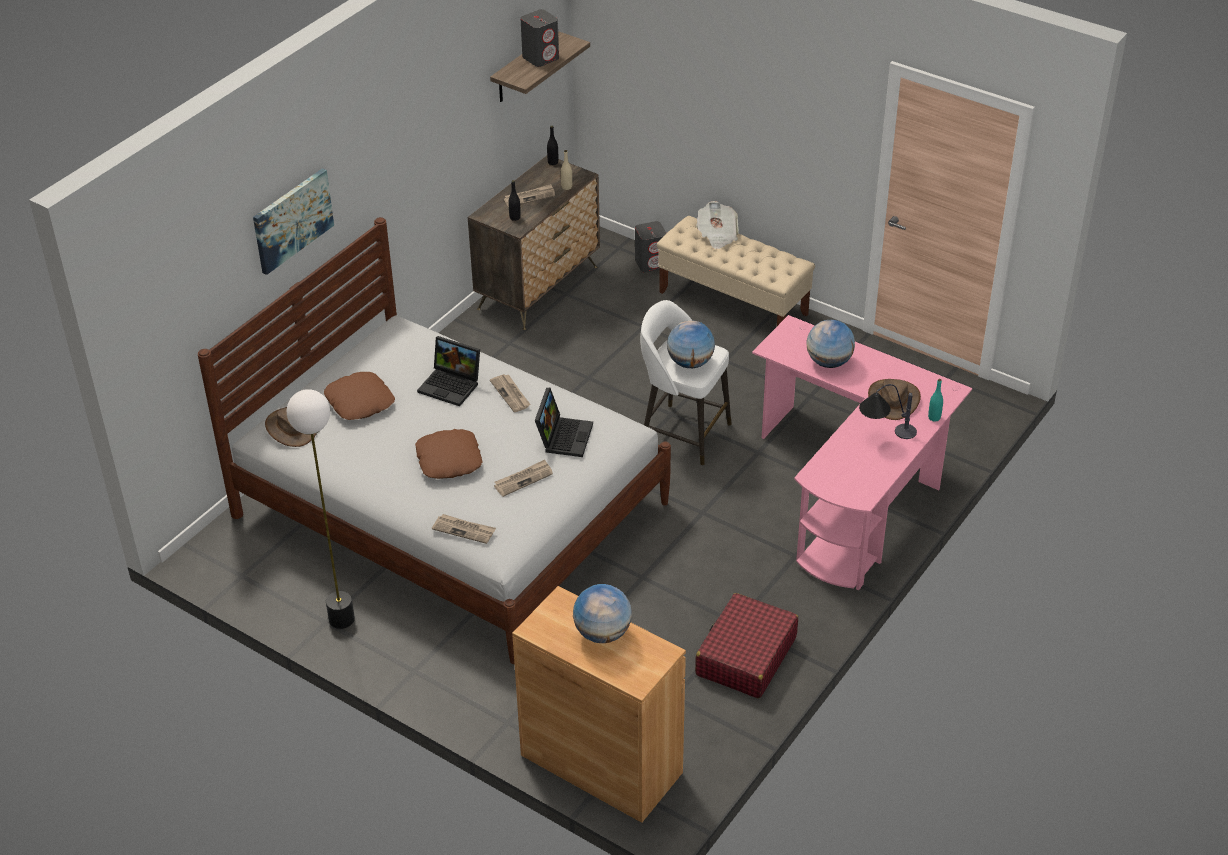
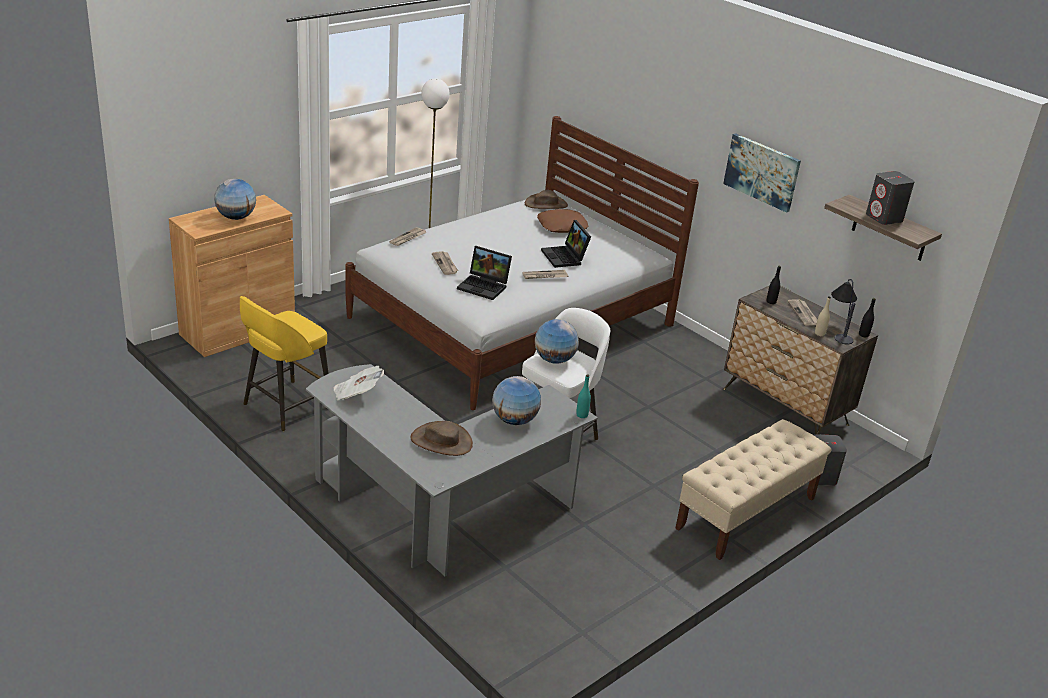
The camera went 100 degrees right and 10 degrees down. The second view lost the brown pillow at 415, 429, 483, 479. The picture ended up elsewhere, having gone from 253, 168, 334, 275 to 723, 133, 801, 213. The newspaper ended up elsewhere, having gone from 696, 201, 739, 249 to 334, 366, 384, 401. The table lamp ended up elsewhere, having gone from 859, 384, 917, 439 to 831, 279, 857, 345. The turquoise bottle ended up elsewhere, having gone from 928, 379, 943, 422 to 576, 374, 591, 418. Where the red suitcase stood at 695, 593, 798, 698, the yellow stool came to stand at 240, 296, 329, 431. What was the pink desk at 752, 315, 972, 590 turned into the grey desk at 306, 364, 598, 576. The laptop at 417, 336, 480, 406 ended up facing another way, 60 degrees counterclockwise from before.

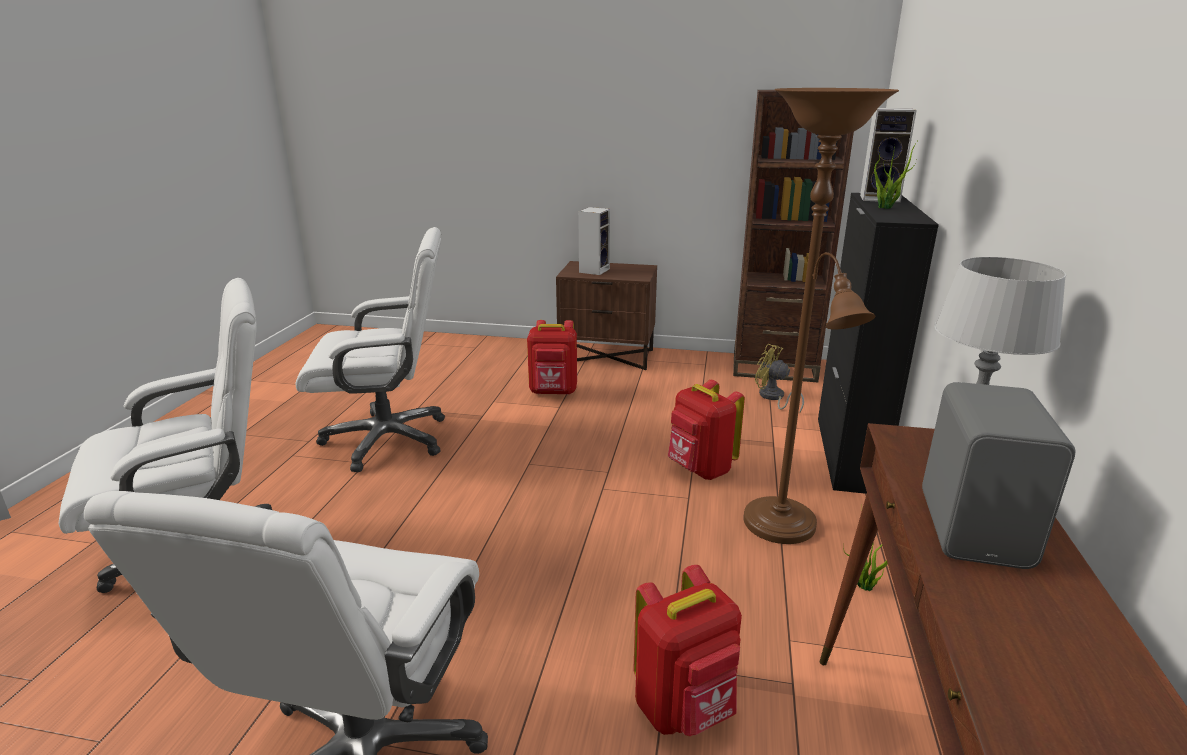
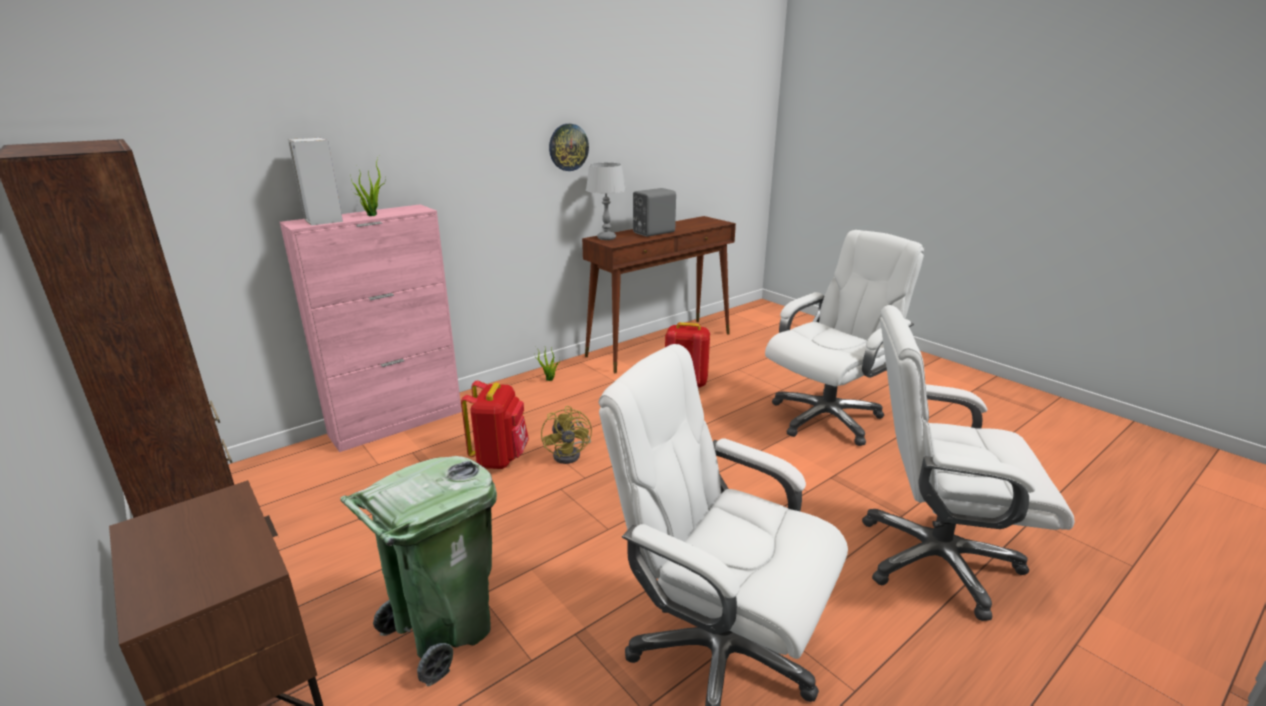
The camera went 140 degrees left and 0 degrees up. The second view lost the speaker at 578, 207, 610, 275. The second view lost the brown floor lamp at 744, 88, 899, 544. The second view gained the wall clock at 549, 124, 589, 171. The yellow fan ended up elsewhere, having gone from 755, 344, 804, 414 to 541, 406, 592, 464. Where the red backpack stood at 527, 320, 577, 395, the green trash can came to stand at 340, 456, 497, 686. What was the black cabinet at 818, 193, 939, 494 turned into the pink cabinet at 280, 204, 462, 452.

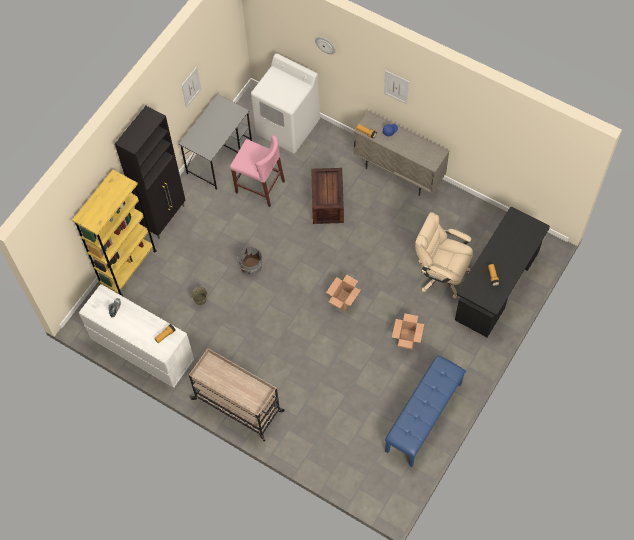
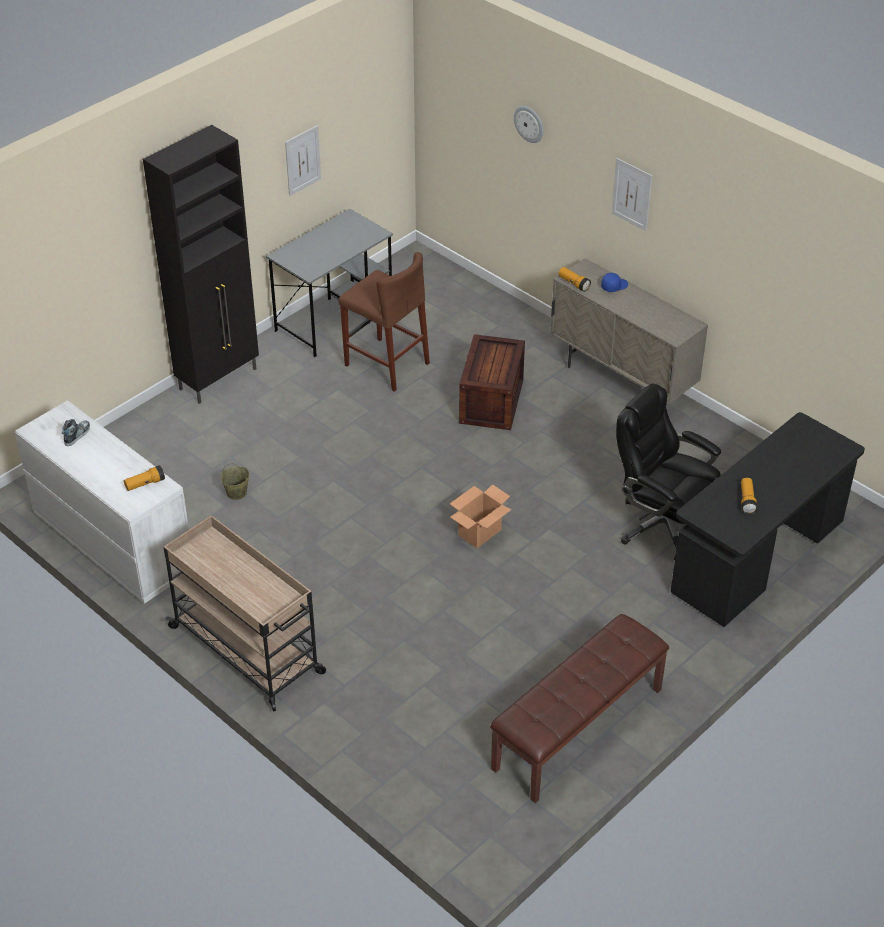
The camera went 10 degrees right and 20 degrees down. The second view lost the yellow bookcase at 72, 169, 157, 296. The second view lost the grey bucket at 236, 247, 262, 277. The second view lost the white washing machine at 251, 53, 320, 153. The second view lost the cardboard box at 392, 313, 424, 350. What was the pink stool at 230, 135, 285, 207 turned into the brown stool at 339, 252, 430, 392. What was the blue bench at 385, 355, 466, 467 turned into the brown bench at 490, 614, 669, 803. What was the beige office chair at 415, 212, 473, 299 turned into the black office chair at 616, 384, 721, 560.

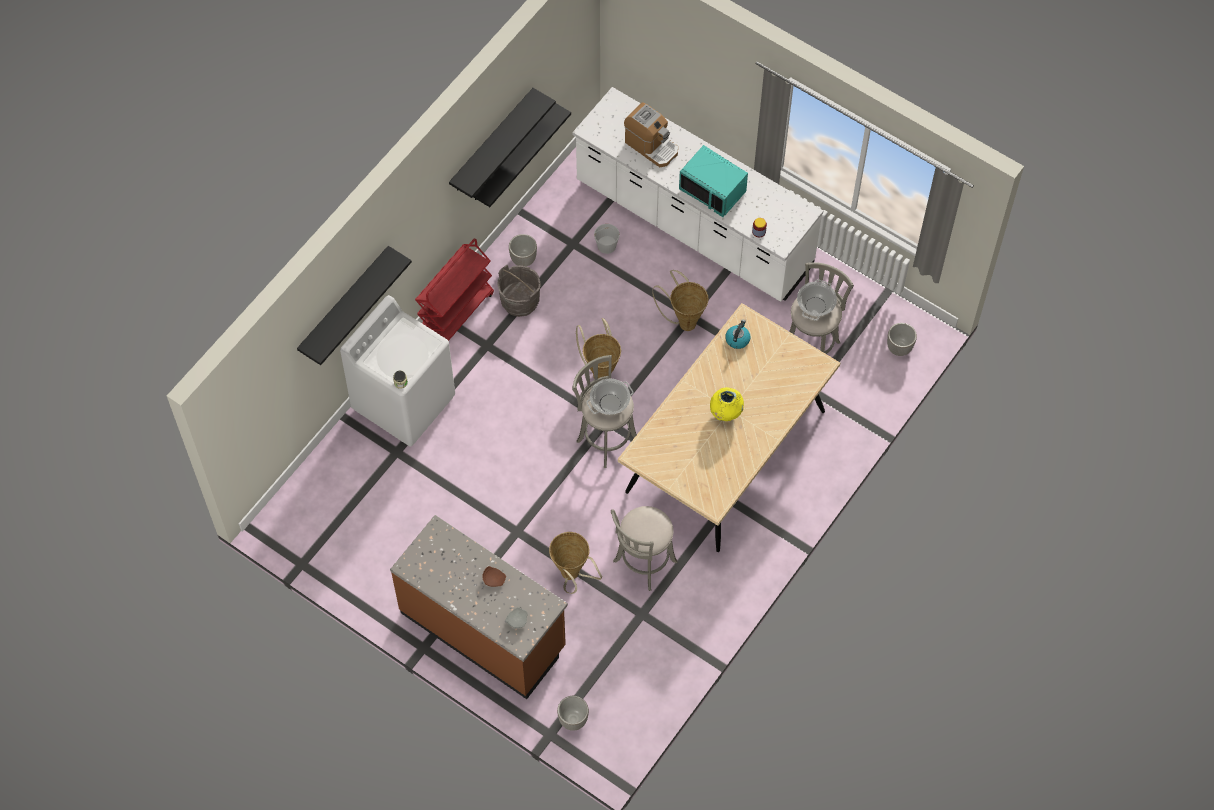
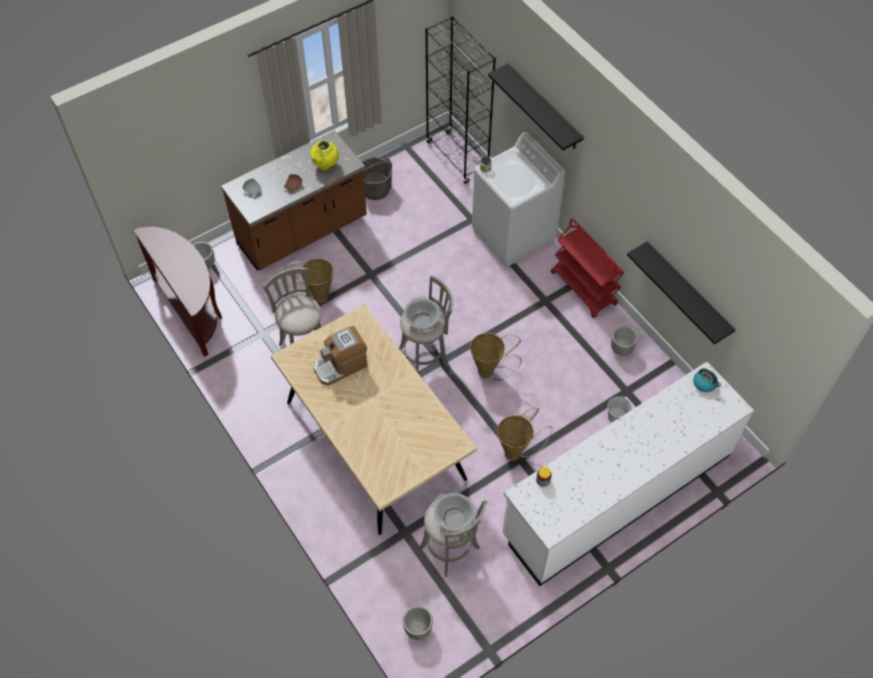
The camera went 110 degrees right and 5 degrees down. The second view lost the black shelf at 449, 88, 556, 198. The second view lost the turquoise microwave at 679, 145, 748, 217. The second view gained the brown console table at 133, 227, 222, 357. The second view gained the black bookcase at 425, 16, 496, 184. The grey bucket ended up elsewhere, having gone from 497, 265, 541, 317 to 362, 157, 392, 200. The coffee machine ended up elsewhere, having gone from 624, 102, 678, 167 to 314, 326, 368, 386. The yellow vase ended up elsewhere, having gone from 710, 387, 744, 421 to 310, 140, 339, 170. The kettle ended up elsewhere, having gone from 725, 320, 750, 349 to 693, 368, 721, 392.

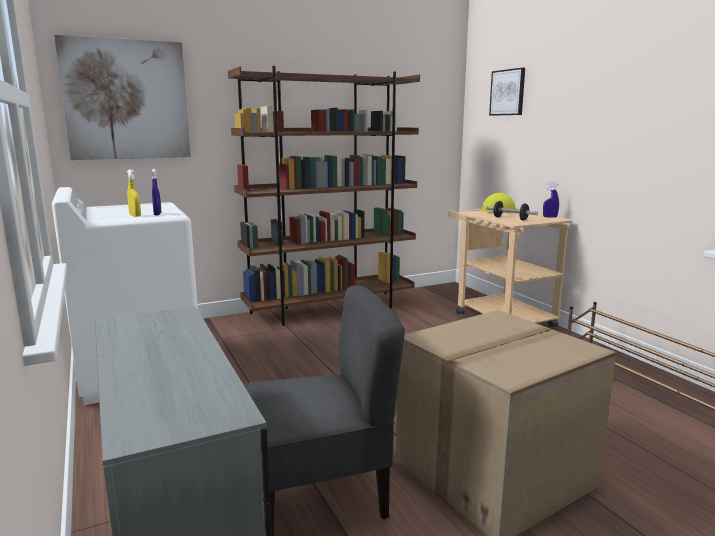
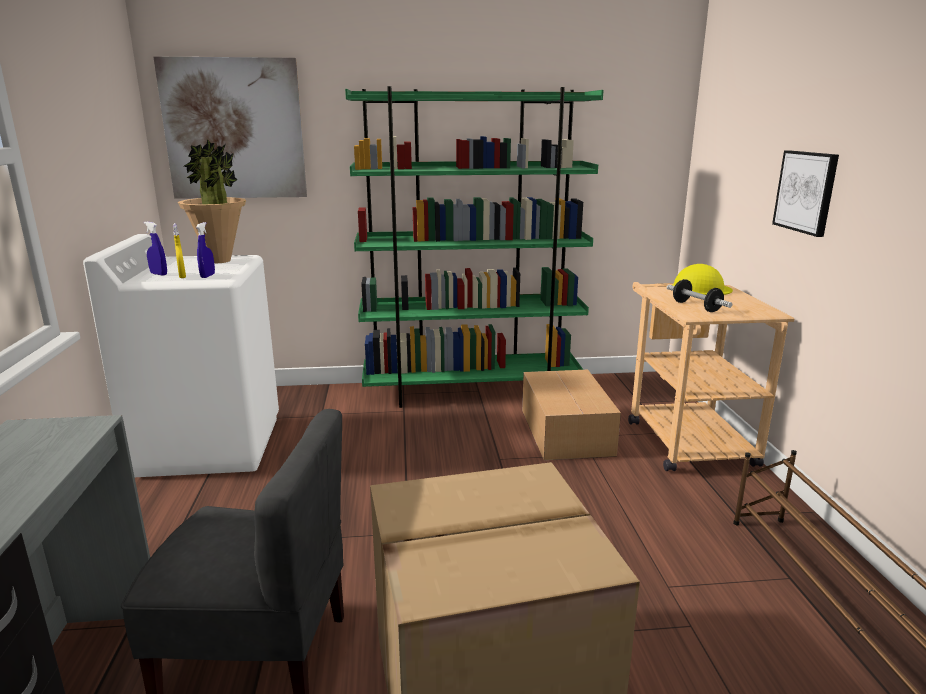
The camera went 20 degrees right and 5 degrees up. The second view gained the potted plant at 178, 139, 246, 263. The second view gained the cardboard box at 522, 370, 621, 460. The picture ended up elsewhere, having gone from 489, 68, 525, 116 to 772, 151, 839, 237. The blue spray bottle ended up elsewhere, having gone from 543, 183, 559, 218 to 144, 222, 167, 276. What was the brown bookcase at 228, 66, 420, 326 turned into the green bookcase at 345, 86, 604, 408.

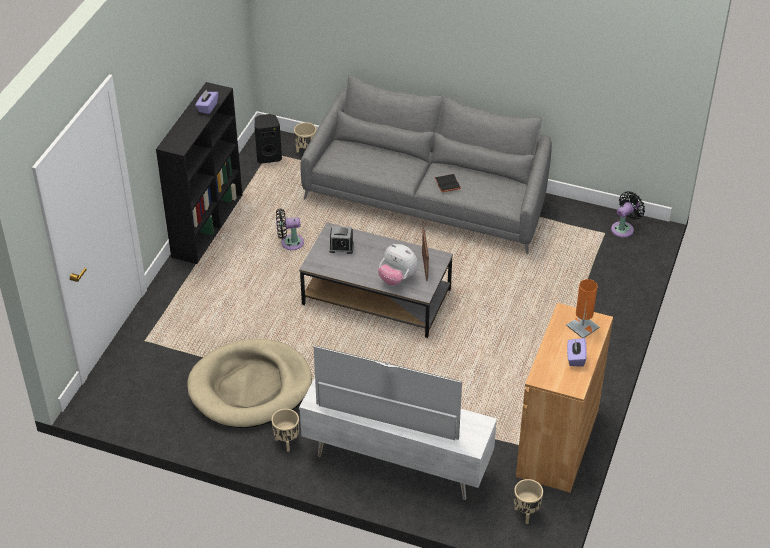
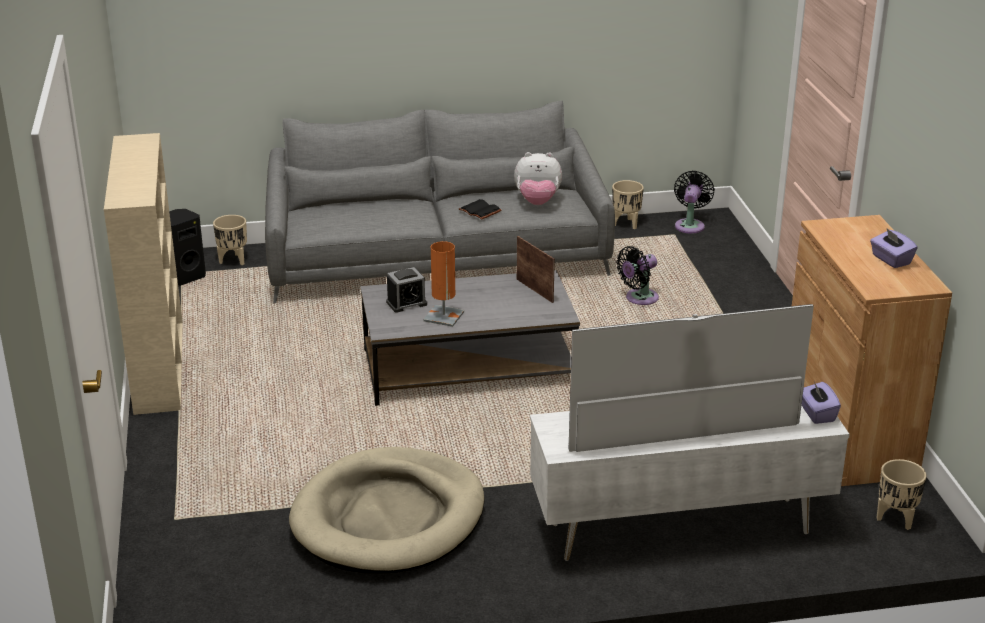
The camera went 30 degrees left and 15 degrees down. The purple tissue box ended up elsewhere, having gone from 195, 90, 218, 114 to 802, 382, 841, 424. The beige planter ended up elsewhere, having gone from 271, 409, 299, 452 to 612, 180, 644, 229. The black fan ended up elsewhere, having gone from 276, 209, 304, 250 to 616, 246, 659, 305. The plush toy ended up elsewhere, having gone from 378, 244, 418, 285 to 514, 152, 562, 205. The orange table lamp ended up elsewhere, having gone from 566, 279, 599, 338 to 424, 241, 464, 327. What was the black bookcase at 156, 82, 242, 264 turned into the beige bookcase at 104, 133, 183, 415.

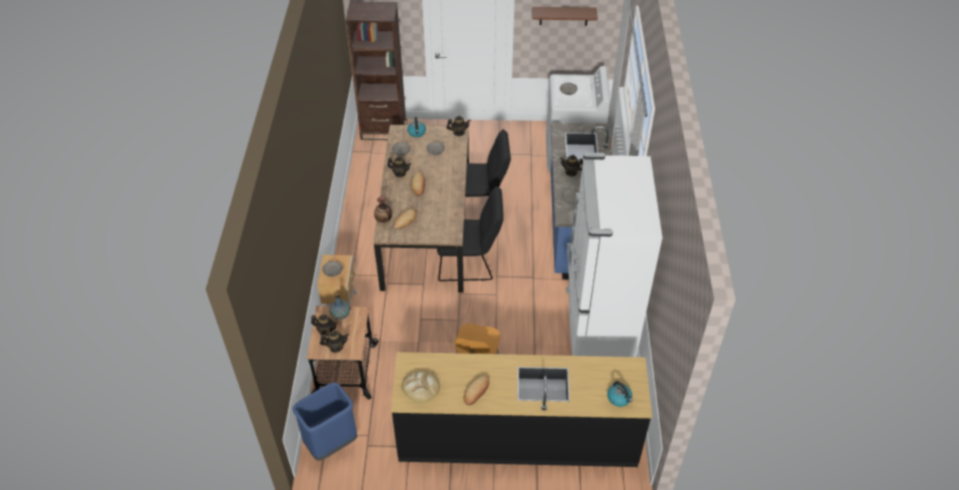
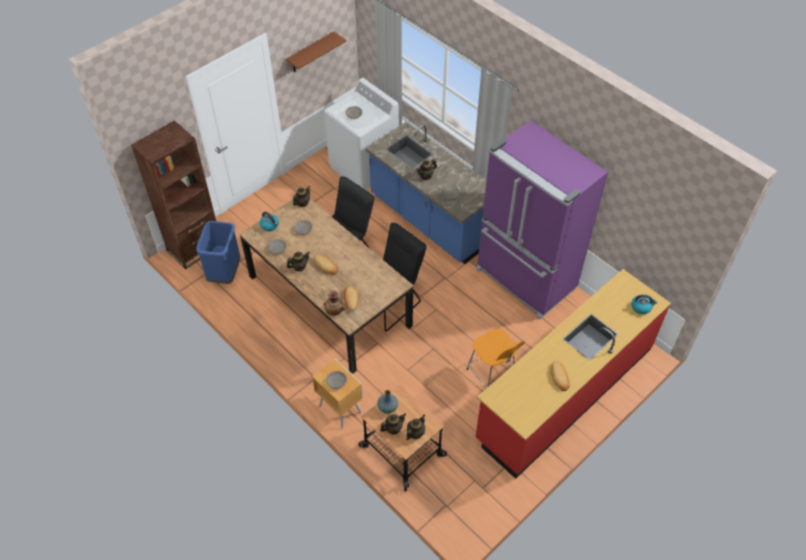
The camera went 45 degrees left and 5 degrees up. The second view lost the bread at 401, 372, 440, 403. The blue trash can ended up elsewhere, having gone from 293, 382, 358, 461 to 196, 221, 241, 284. What was the black counter at 391, 352, 652, 467 turned into the red counter at 476, 269, 671, 479. What was the white fridge at 566, 153, 662, 357 turned into the purple fridge at 476, 121, 608, 320.

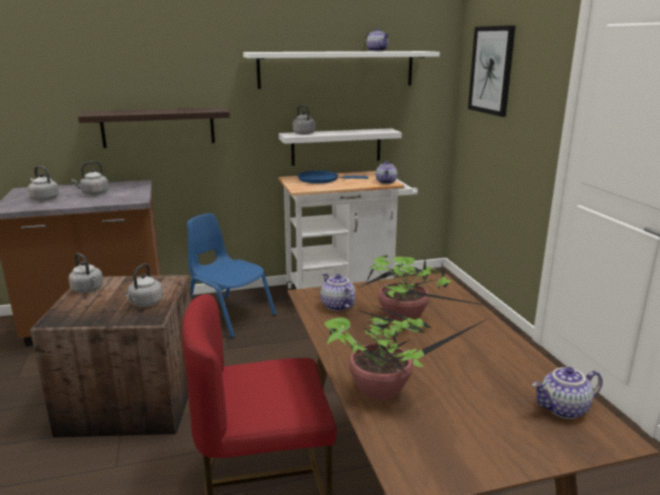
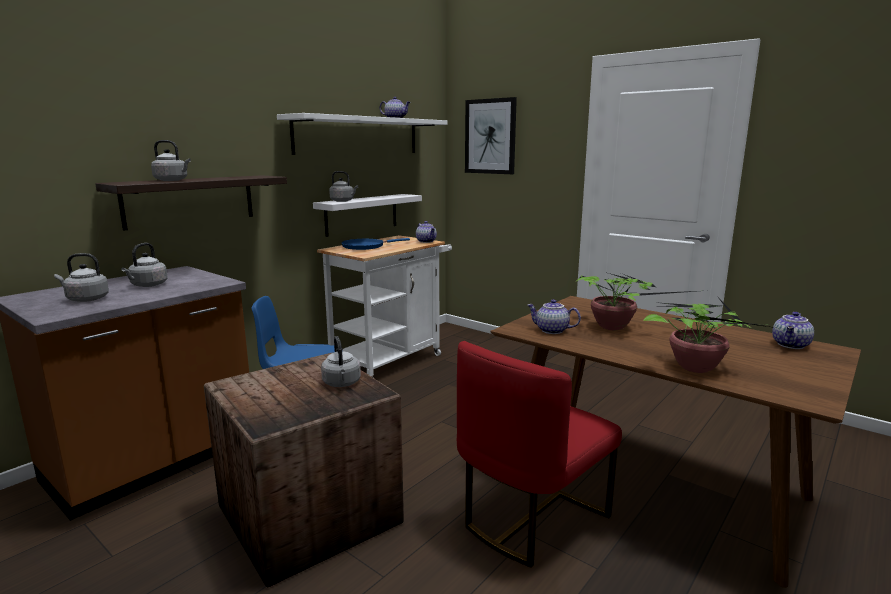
The camera went 35 degrees left and 5 degrees down. The grey kettle ended up elsewhere, having gone from 69, 253, 103, 293 to 151, 140, 191, 181.

